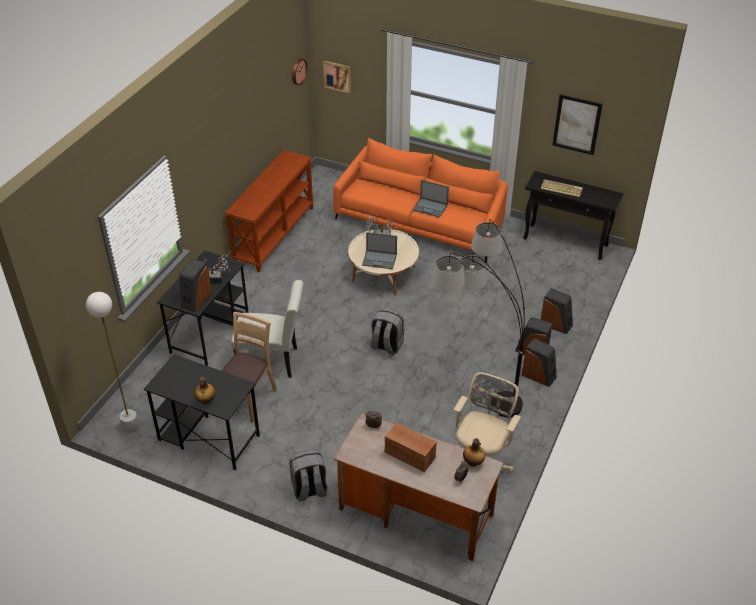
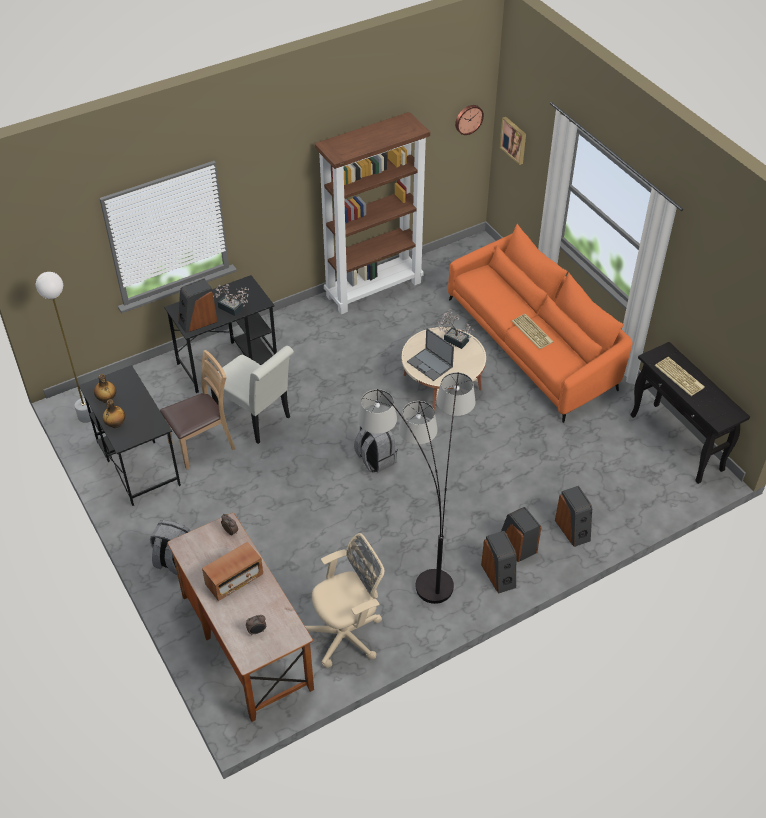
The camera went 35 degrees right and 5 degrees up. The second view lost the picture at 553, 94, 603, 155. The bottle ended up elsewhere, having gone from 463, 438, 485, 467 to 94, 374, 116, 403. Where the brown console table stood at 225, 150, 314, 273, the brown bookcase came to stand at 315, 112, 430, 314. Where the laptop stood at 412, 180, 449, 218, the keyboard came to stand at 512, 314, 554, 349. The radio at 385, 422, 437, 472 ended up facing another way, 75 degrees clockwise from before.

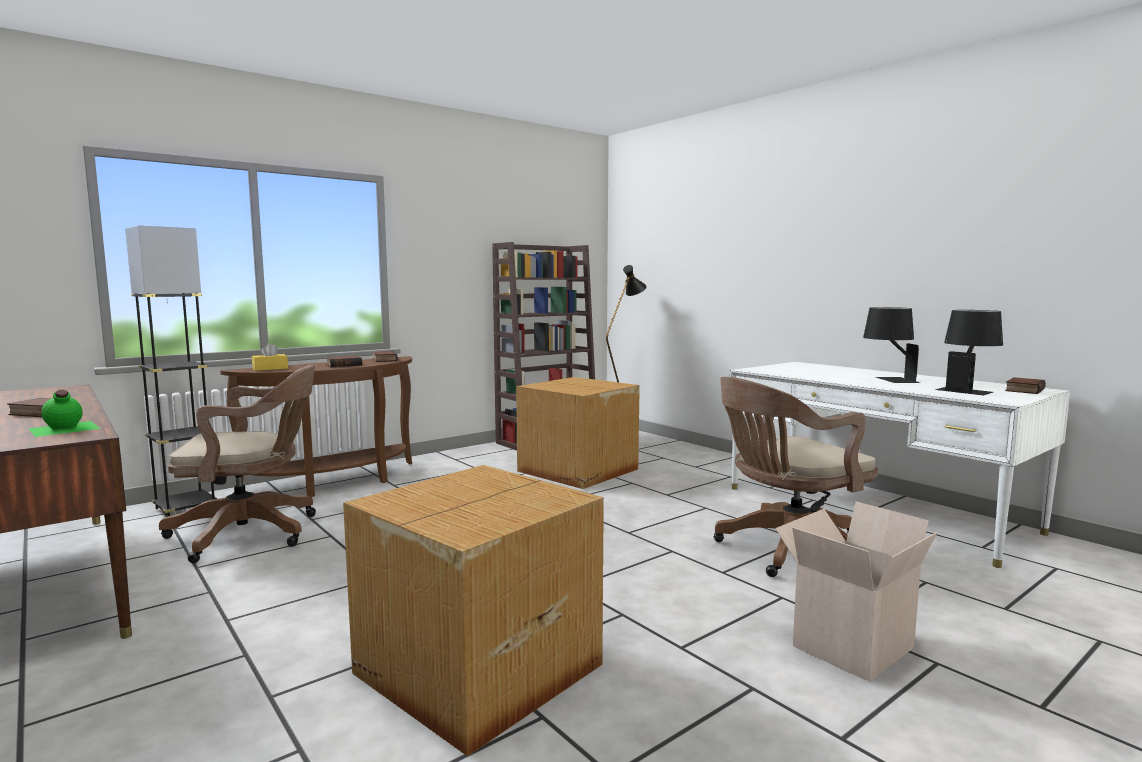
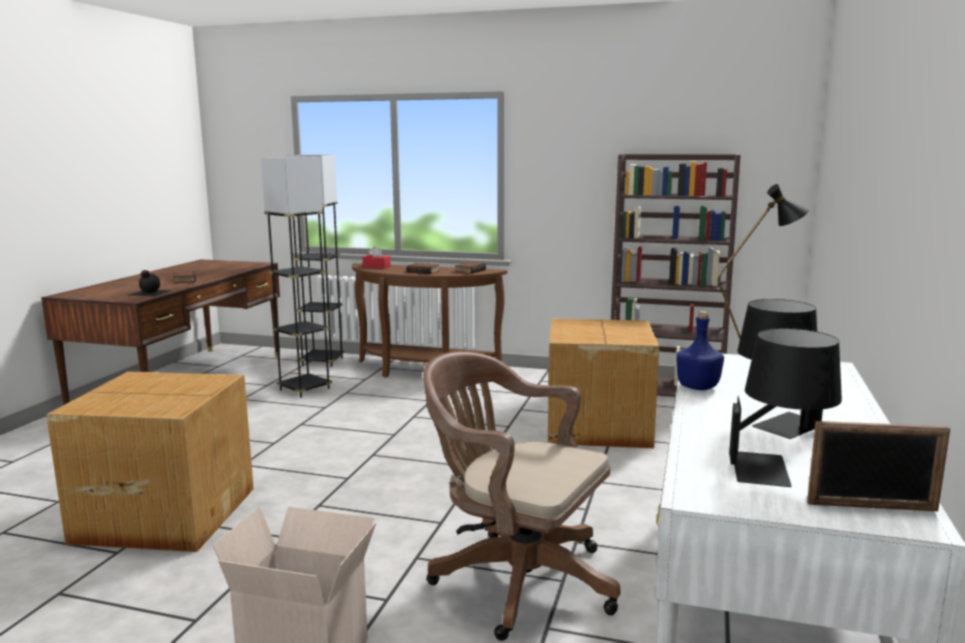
The camera went 55 degrees right and 5 degrees up. The second view gained the blue bottle at 676, 311, 724, 390. Where the brown office chair stood at 159, 365, 316, 563, the grey floor lamp came to stand at 261, 157, 332, 398. Where the book stood at 1005, 377, 1046, 394, the picture frame came to stand at 807, 421, 950, 511. What was the green bottle at 28, 390, 101, 437 turned into the black bottle at 129, 270, 172, 296. What was the yellow tissue box at 252, 343, 288, 371 turned into the red tissue box at 362, 246, 391, 269.

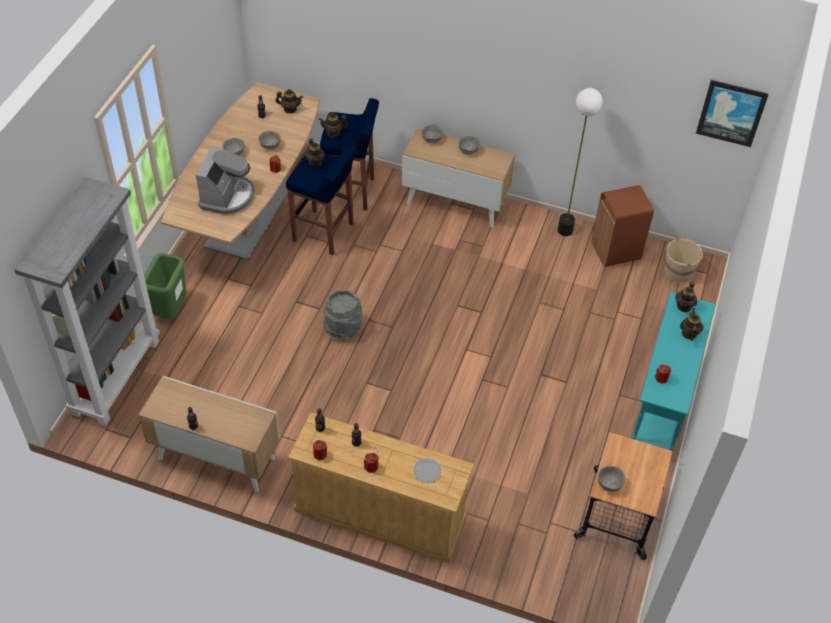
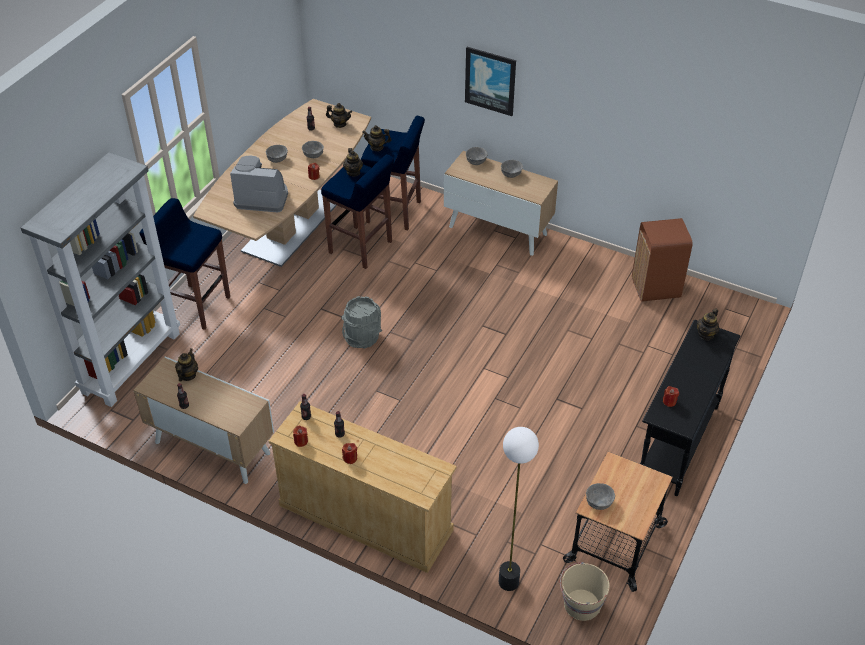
The camera went 10 degrees right and 5 degrees down. The second view lost the plate at 413, 458, 441, 483. The floor lamp ended up elsewhere, having gone from 557, 88, 603, 236 to 499, 427, 539, 591. The beige bucket ended up elsewhere, having gone from 665, 238, 703, 283 to 560, 562, 610, 621. The teapot ended up elsewhere, having gone from 680, 308, 703, 341 to 175, 349, 198, 381. The picture ended up elsewhere, having gone from 696, 80, 769, 147 to 465, 47, 516, 116. Where the green trash can stood at 144, 253, 186, 319, the blue stool came to stand at 139, 198, 230, 330. What was the turquoise console table at 632, 292, 716, 451 turned into the black console table at 640, 320, 740, 496. The coffee machine at 196, 145, 254, 214 ended up facing another way, 105 degrees counterclockwise from before.

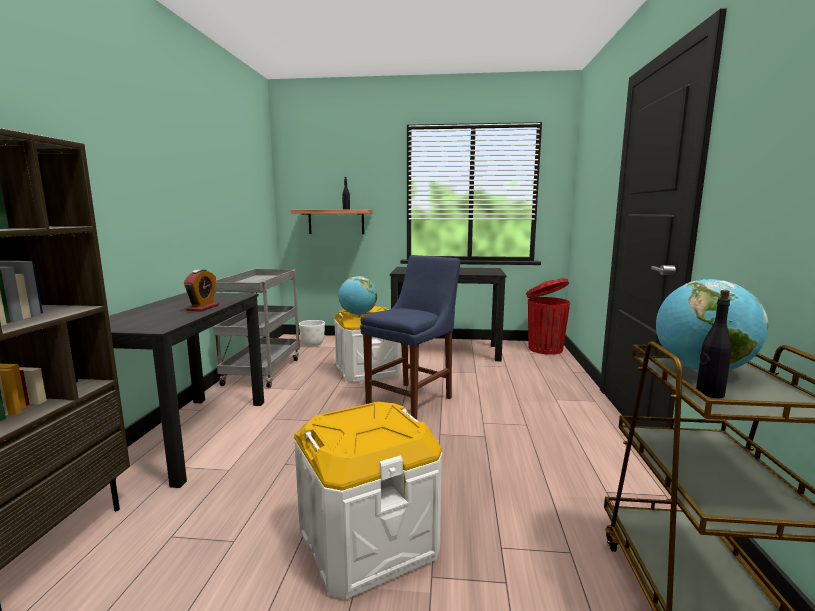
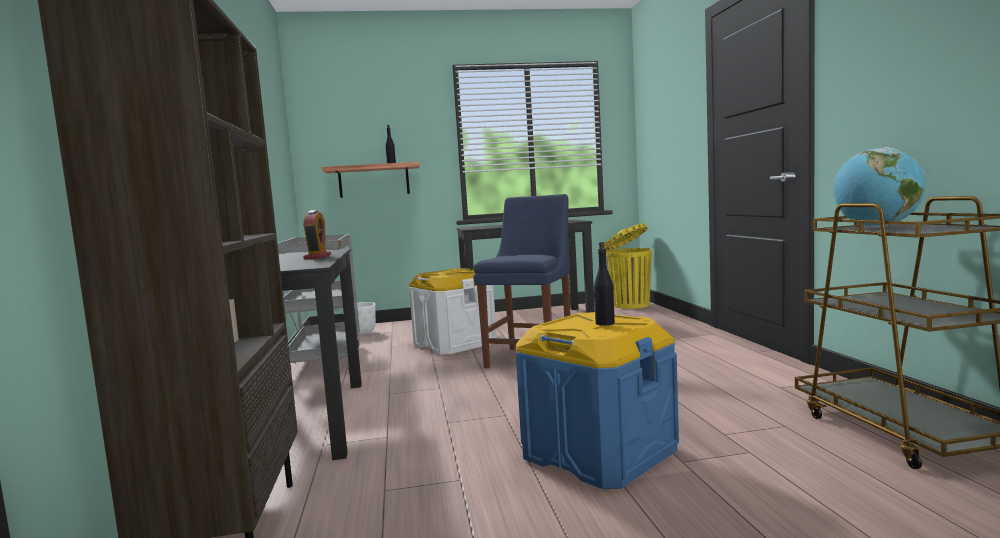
The camera went 15 degrees left and 5 degrees down. The second view lost the globe at 339, 276, 377, 315. The black bottle ended up elsewhere, having gone from 696, 290, 732, 398 to 594, 242, 615, 326. What was the white storage box at 294, 402, 442, 599 turned into the blue storage box at 516, 312, 679, 489. What was the red trash can at 526, 278, 570, 355 turned into the yellow trash can at 604, 223, 652, 309.

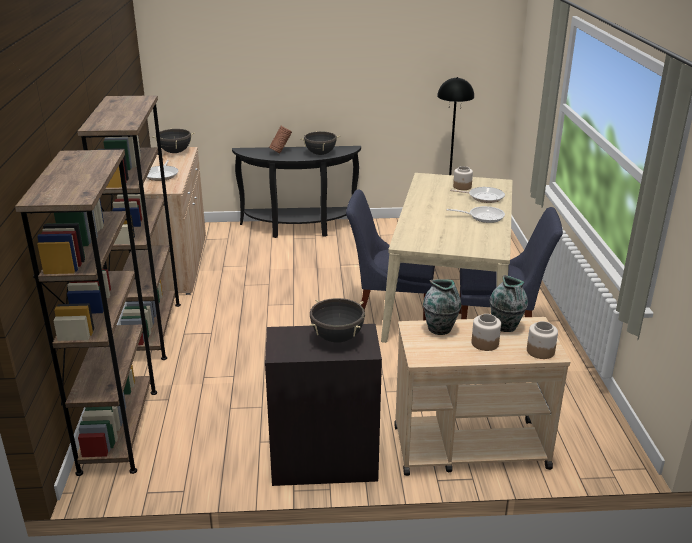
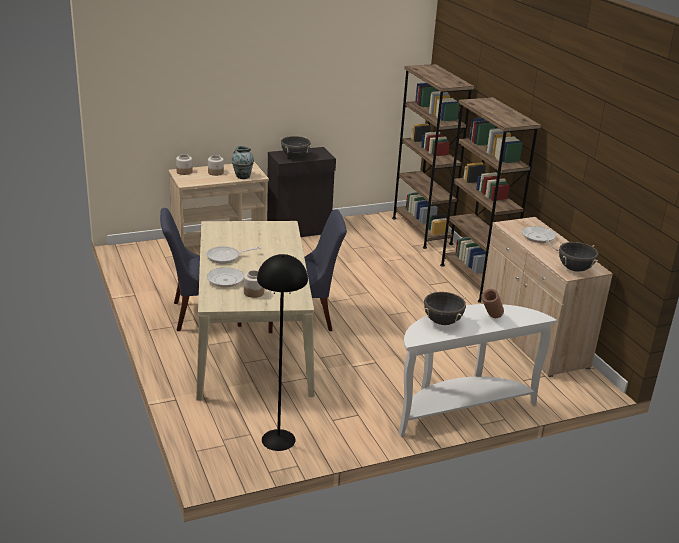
The camera went 160 degrees right and 0 degrees up. The second view lost the vase at 490, 275, 528, 332. What was the black console table at 232, 146, 361, 238 turned into the white console table at 398, 304, 557, 436.

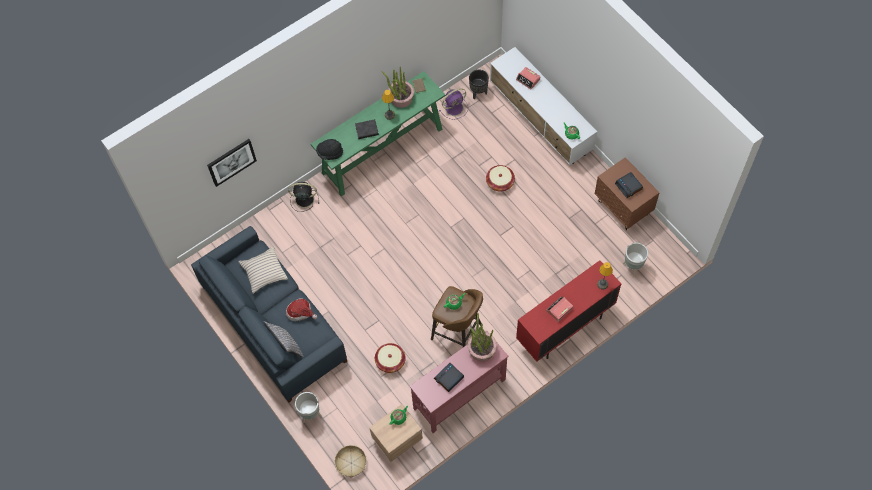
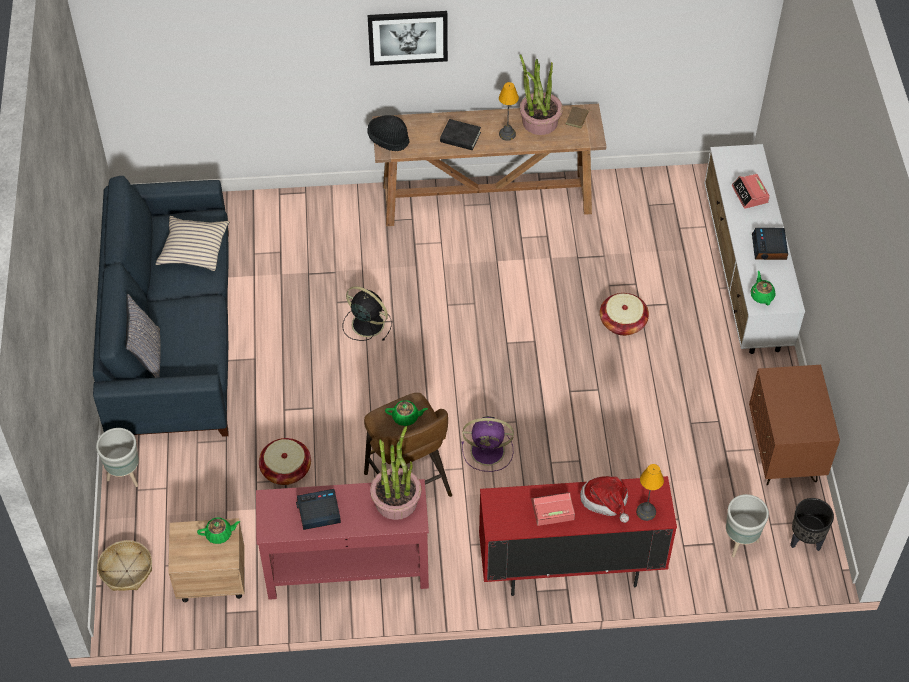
The camera went 30 degrees right and 10 degrees down. The picture ended up elsewhere, having gone from 207, 139, 257, 187 to 368, 11, 448, 66. The hat ended up elsewhere, having gone from 286, 298, 317, 321 to 580, 476, 629, 523. The black fan ended up elsewhere, having gone from 288, 182, 319, 212 to 343, 286, 392, 341. The purple fan ended up elsewhere, having gone from 439, 88, 468, 120 to 462, 416, 514, 472. The black planter ended up elsewhere, having gone from 469, 70, 489, 99 to 790, 498, 834, 551. The alarm clock ended up elsewhere, having gone from 615, 172, 643, 198 to 752, 228, 788, 260. What was the green console table at 311, 71, 445, 196 turned into the brown console table at 372, 104, 606, 226.

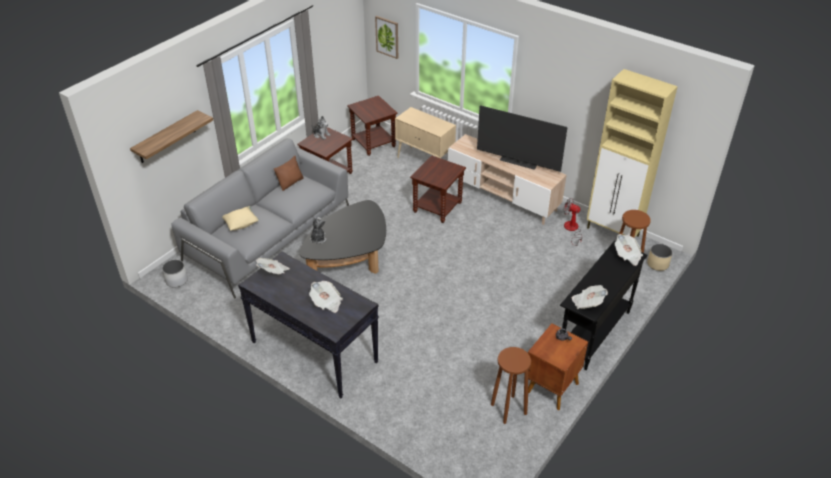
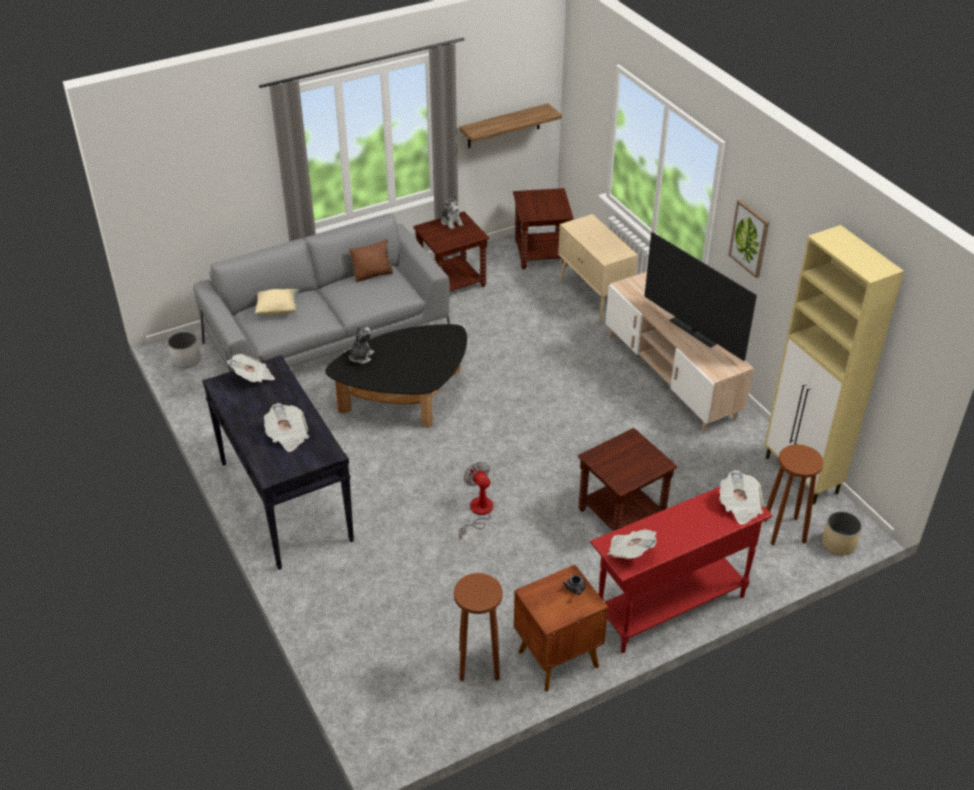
The camera went 25 degrees right and 0 degrees up. The shelf ended up elsewhere, having gone from 130, 110, 213, 163 to 459, 103, 562, 148. The picture ended up elsewhere, having gone from 375, 16, 398, 59 to 729, 200, 769, 278. The brown side table ended up elsewhere, having gone from 410, 156, 466, 223 to 578, 428, 677, 531. The fan ended up elsewhere, having gone from 563, 198, 583, 246 to 459, 462, 493, 540. What was the black console table at 560, 241, 648, 370 turned into the red console table at 590, 486, 773, 653.

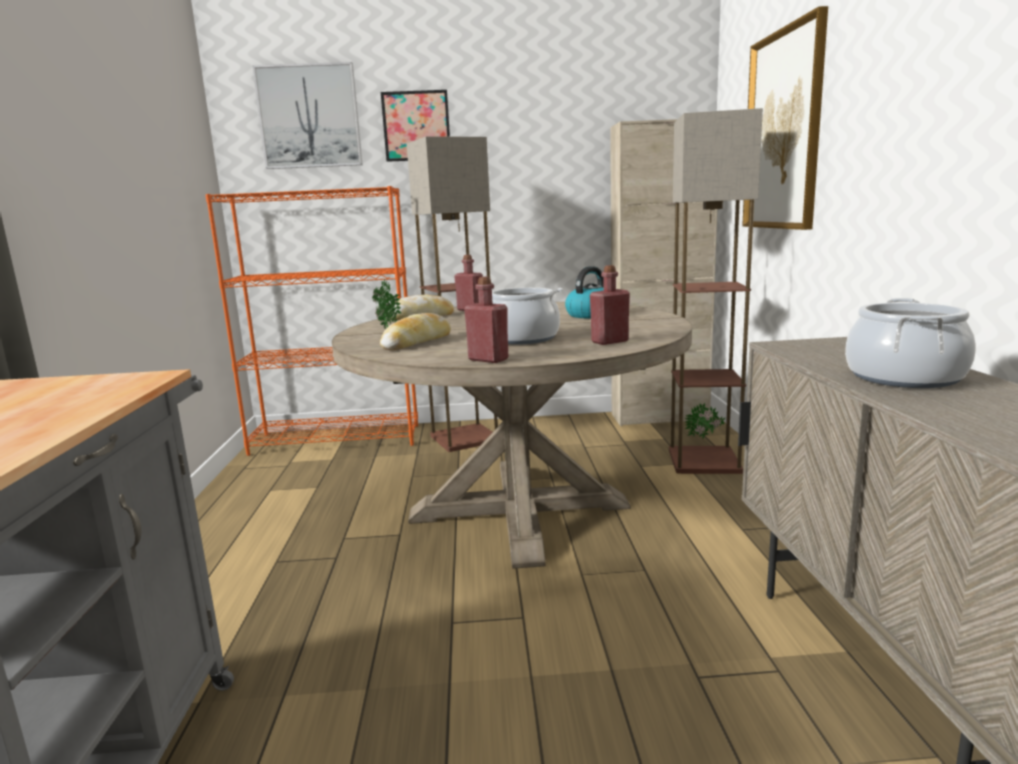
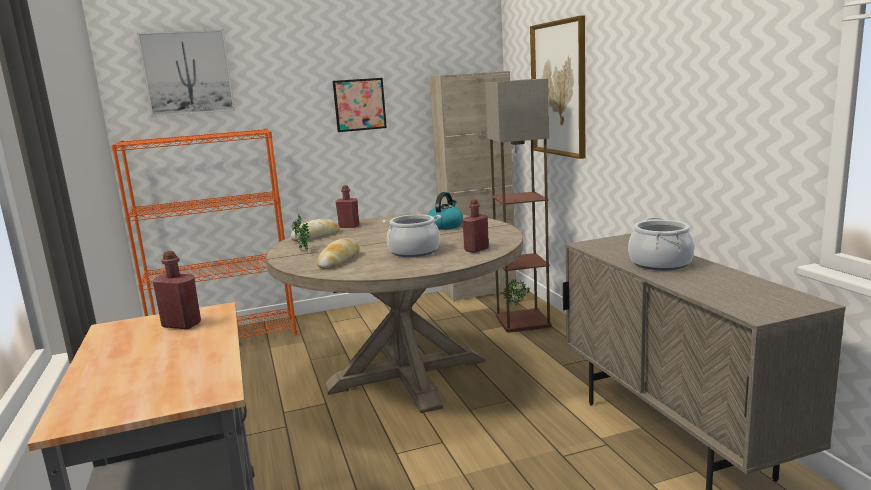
The camera went 15 degrees left and 0 degrees up. The second view lost the floor lamp at 407, 136, 498, 452. The picture ended up elsewhere, having gone from 381, 90, 450, 162 to 333, 78, 387, 132. The red bottle ended up elsewhere, having gone from 464, 277, 508, 363 to 153, 251, 201, 329.

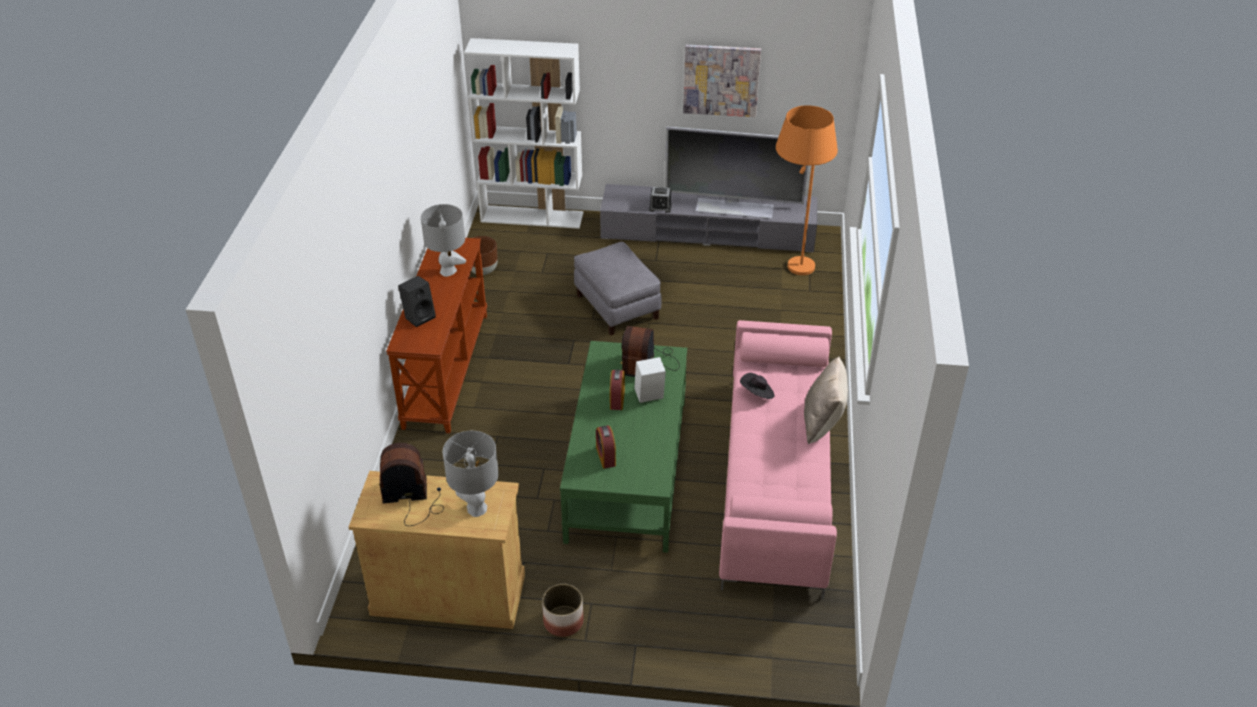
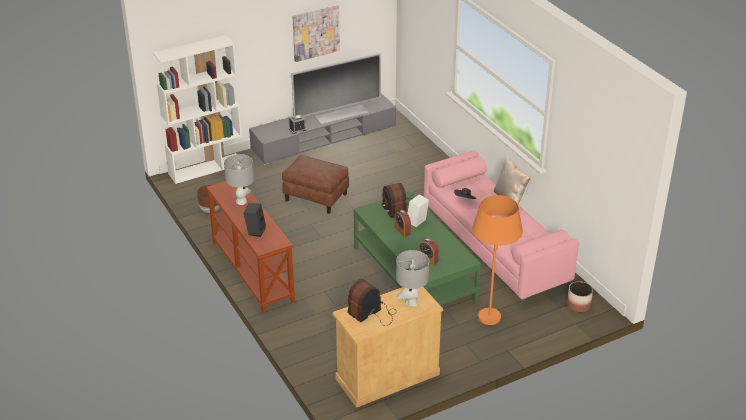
The camera went 35 degrees left and 5 degrees down. The planter ended up elsewhere, having gone from 542, 584, 584, 637 to 567, 281, 593, 312. The orange floor lamp ended up elsewhere, having gone from 776, 105, 838, 275 to 472, 195, 523, 325. What was the grey ottoman at 574, 242, 662, 335 turned into the brown ottoman at 282, 155, 349, 214.

